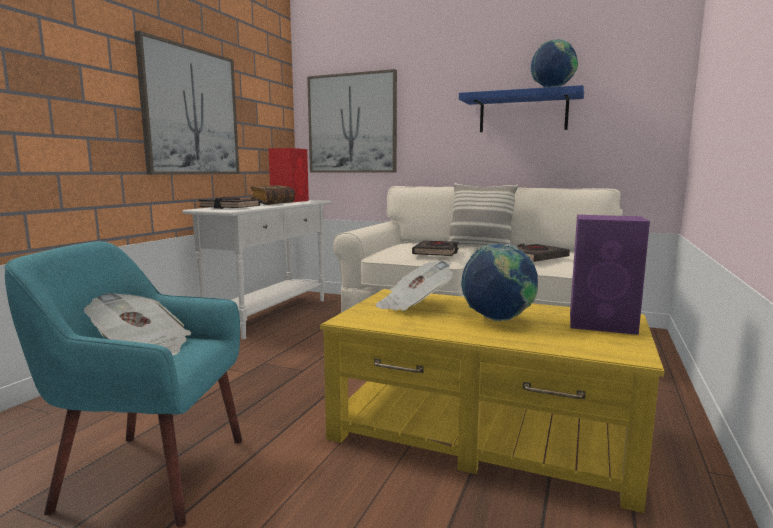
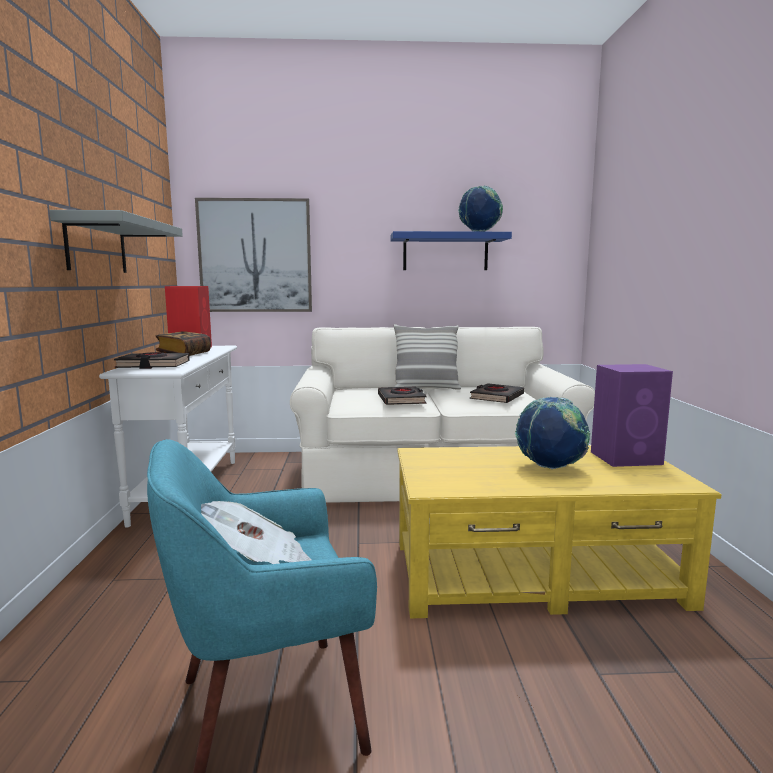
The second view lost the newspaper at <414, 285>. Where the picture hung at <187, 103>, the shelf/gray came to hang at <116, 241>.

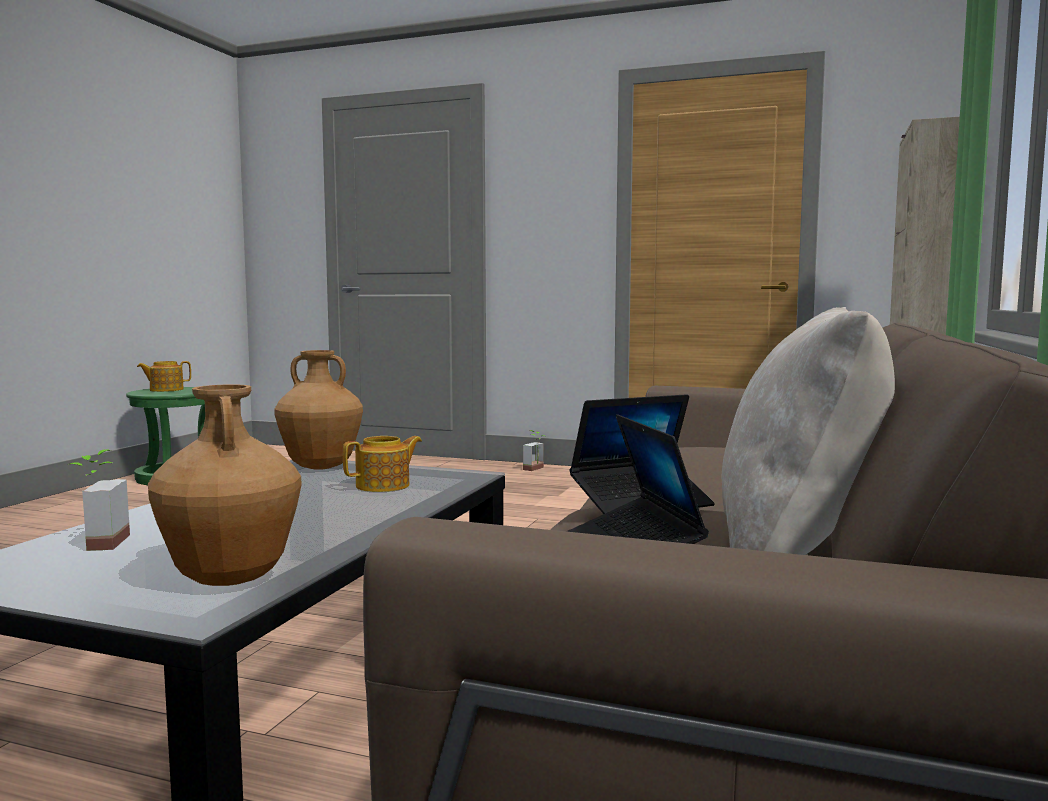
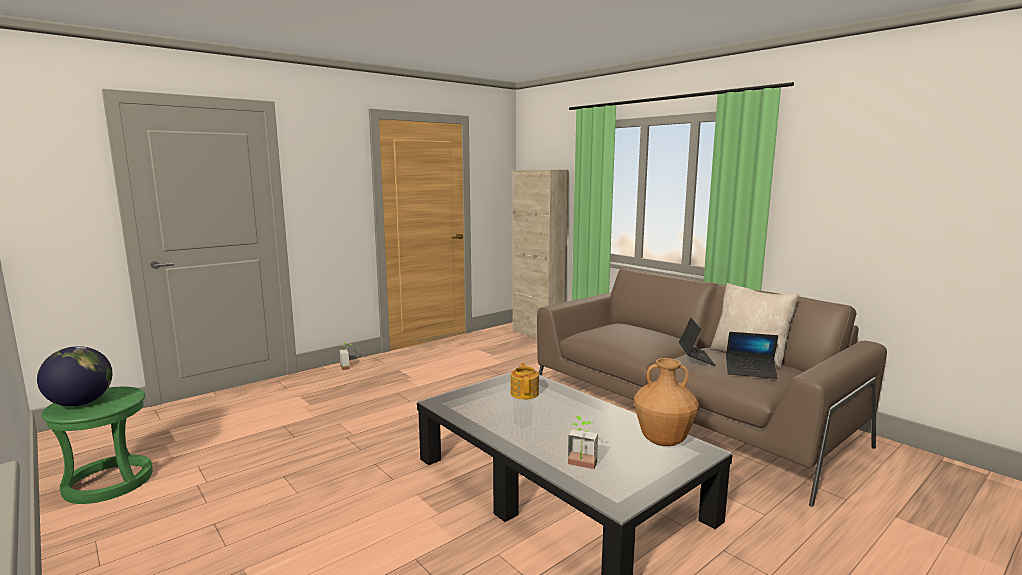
The second view lost the decorative vase/brownish at <318, 410>. Where the pot for tea stood at <164, 376>, the world globe came to stand at <74, 376>.

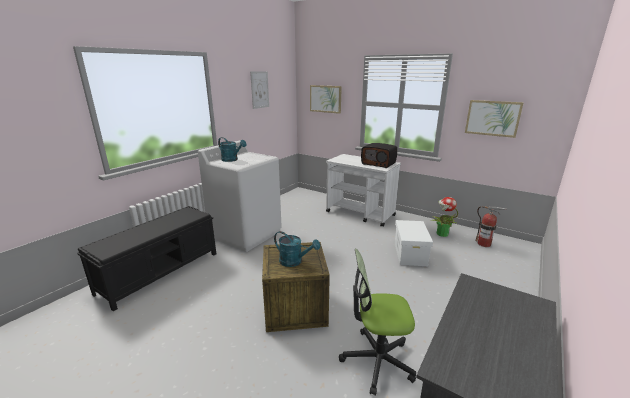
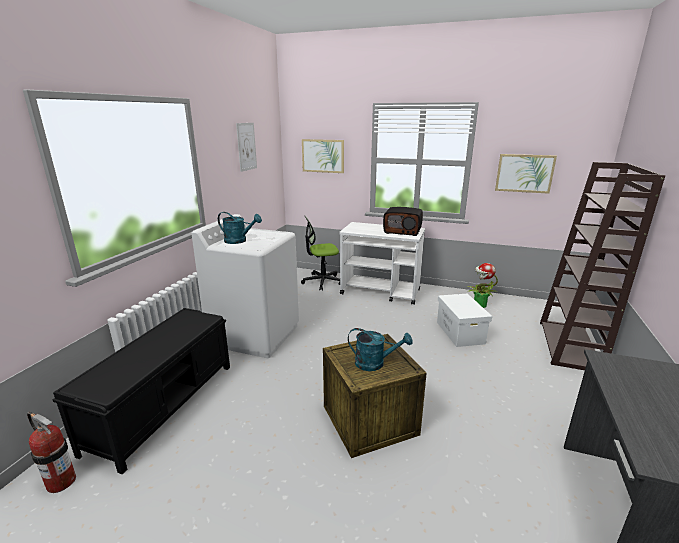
The second view gained the shelving unit/brownish at <602, 266>. The desk chair ended up elsewhere, having gone from <377, 322> to <320, 253>. The fire-fighting cylinder ended up elsewhere, having gone from <491, 226> to <51, 452>.

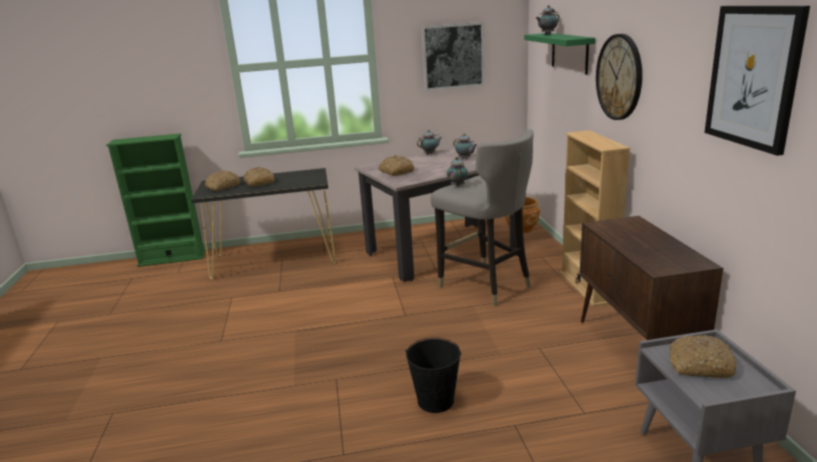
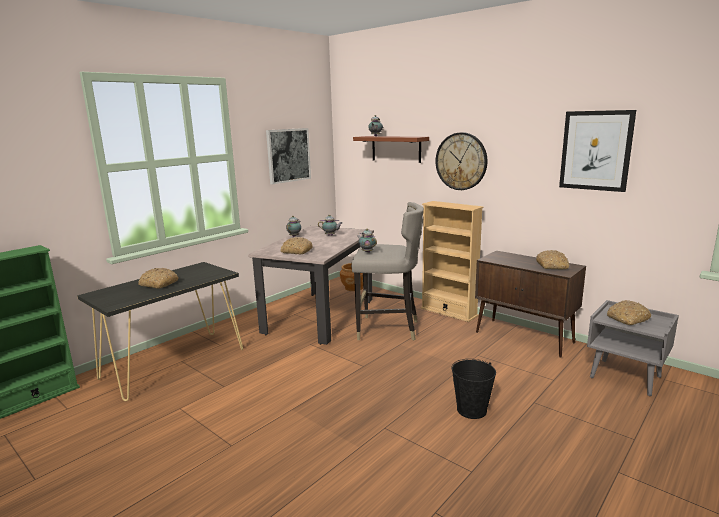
The baked bread ended up elsewhere, having gone from <222, 181> to <552, 259>. What was the shelf/greenish at <559, 54> turned into the shelf/brownish at <391, 149>.

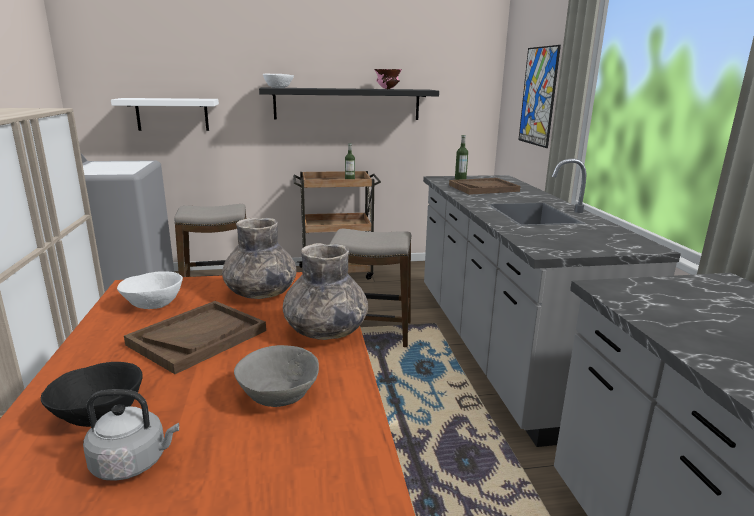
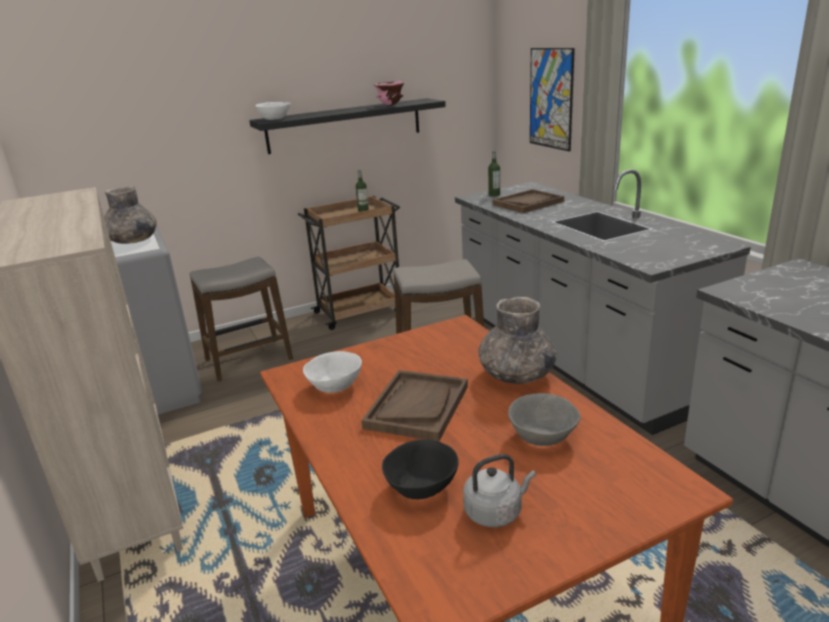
The second view lost the shelf/white-coloured at <165, 114>. The decorative vase/gray ended up elsewhere, having gone from <259, 258> to <130, 215>.

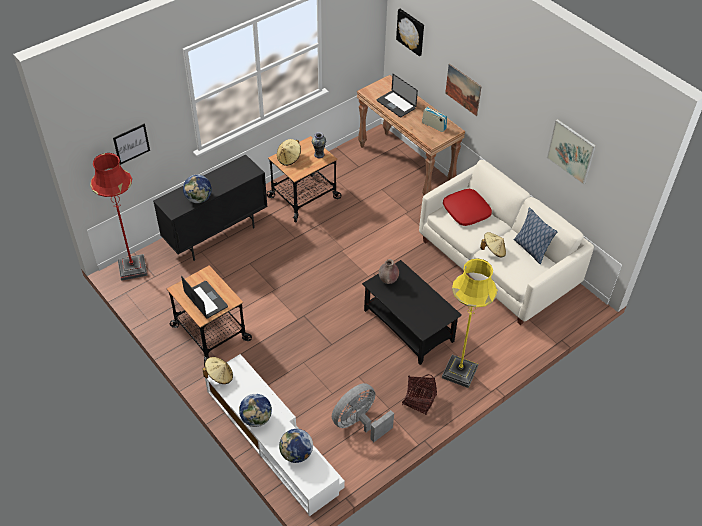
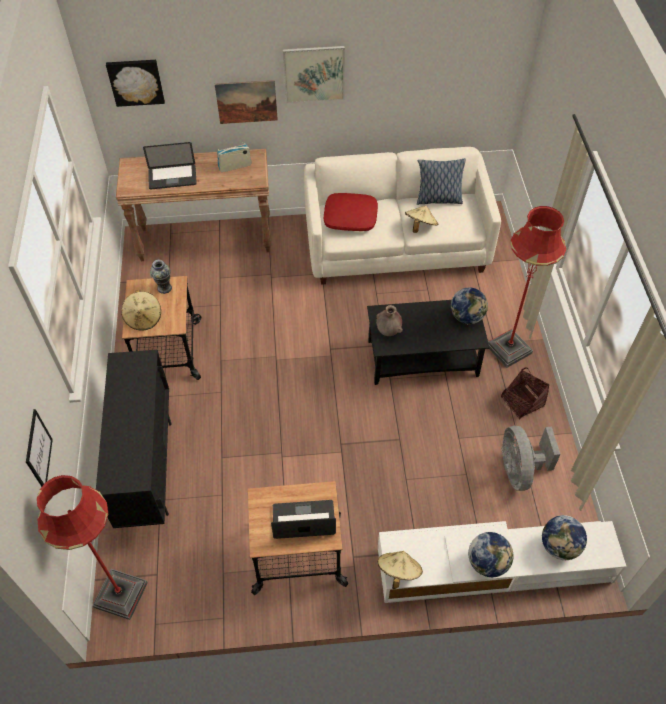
The world globe ended up elsewhere, having gone from <197, 189> to <469, 306>. The picture ended up elsewhere, having gone from <571, 152> to <314, 74>. What was the floor lamp/yellowish at <470, 323> turned into the floor lamp/red at <527, 287>.

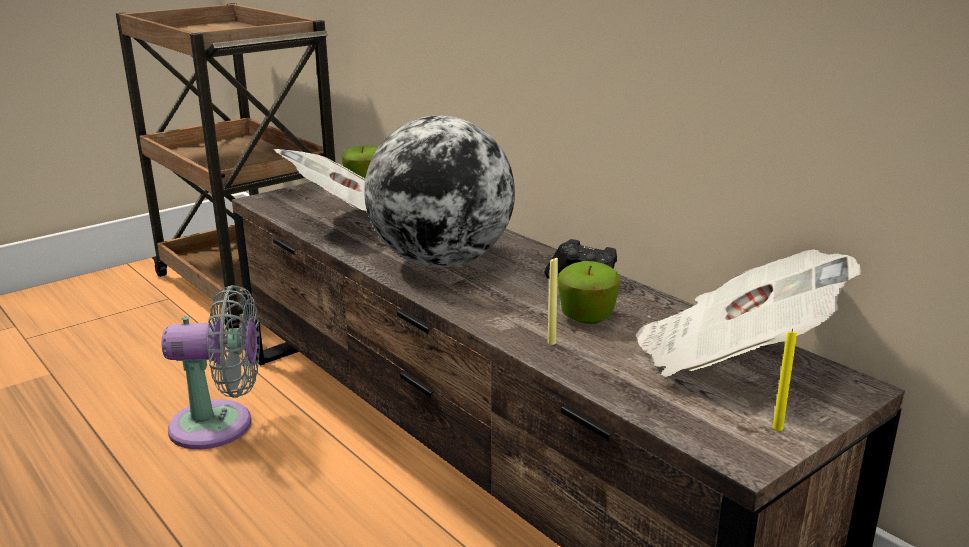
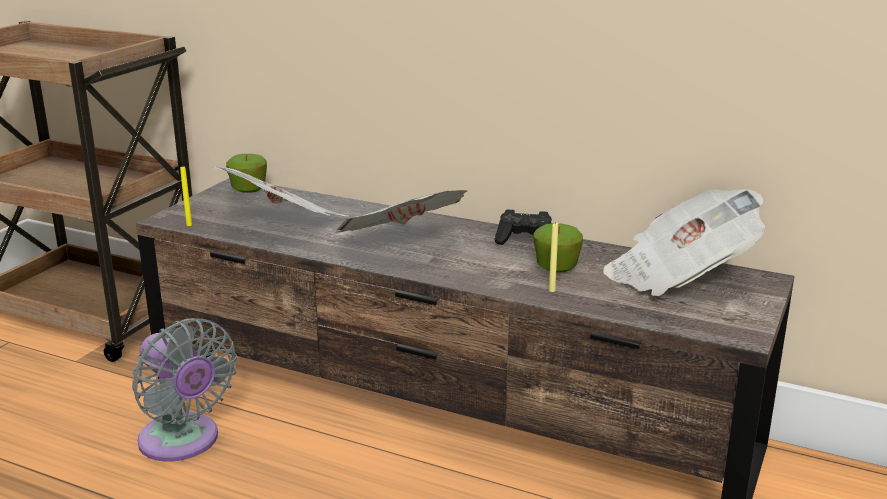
The wax light/yellowish ended up elsewhere, having gone from <785, 380> to <186, 195>. Where the world globe stood at <439, 192>, the newspaper came to stand at <401, 211>. The fan/gray at <211, 367> ended up facing another way, 75 degrees clockwise from before.

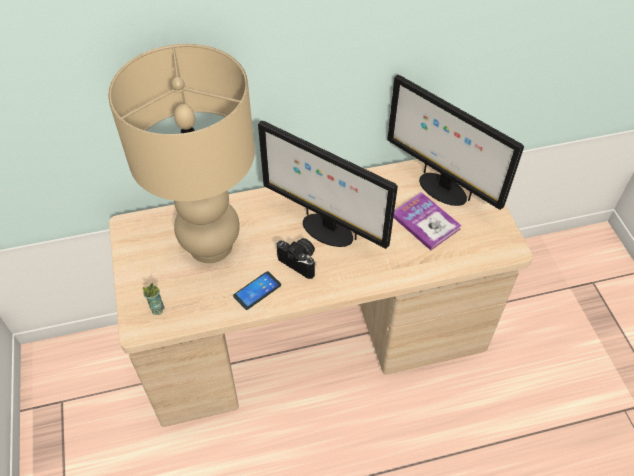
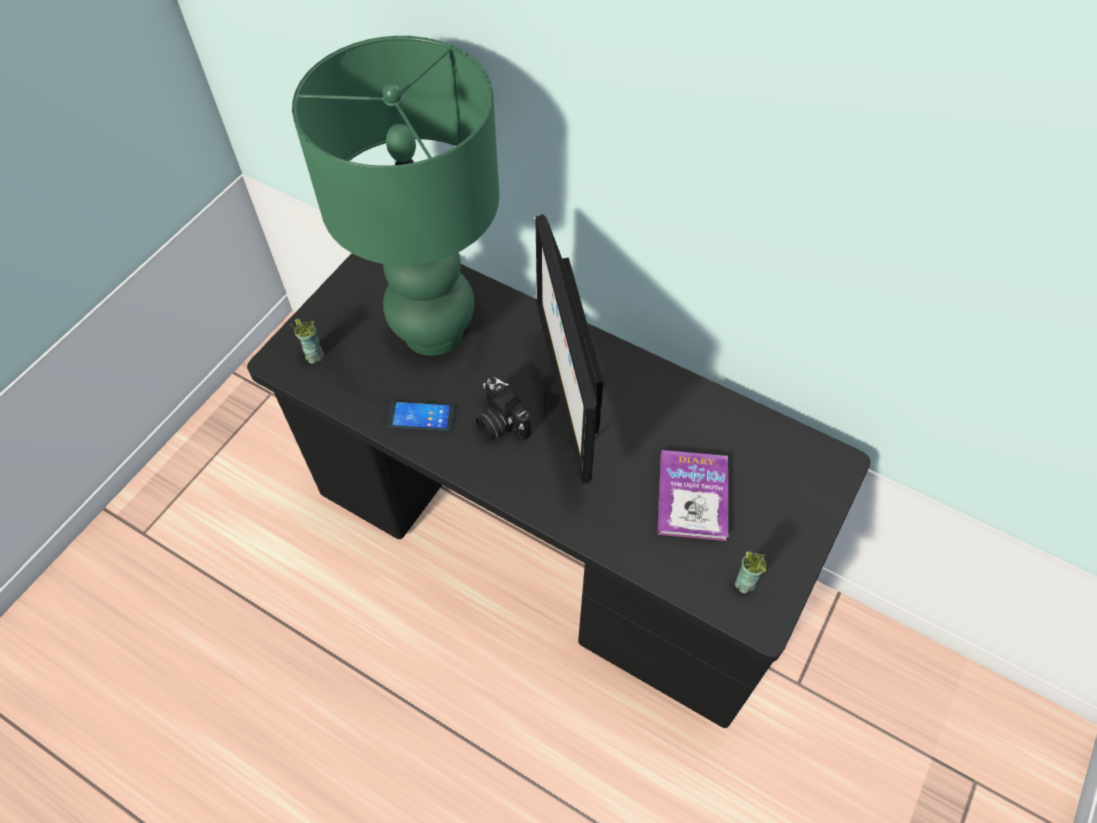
The second view lost the monitor at <455, 142>. The second view gained the cup at <750, 572>. What was the lamp for a table/sand-coloured at <181, 153> turned into the lamp for a table/greenish at <395, 196>. What was the desk table/sand-coloured at <321, 293> turned into the desk table/black at <558, 490>. The photo camera at <296, 258> ended up facing another way, 150 degrees clockwise from before.

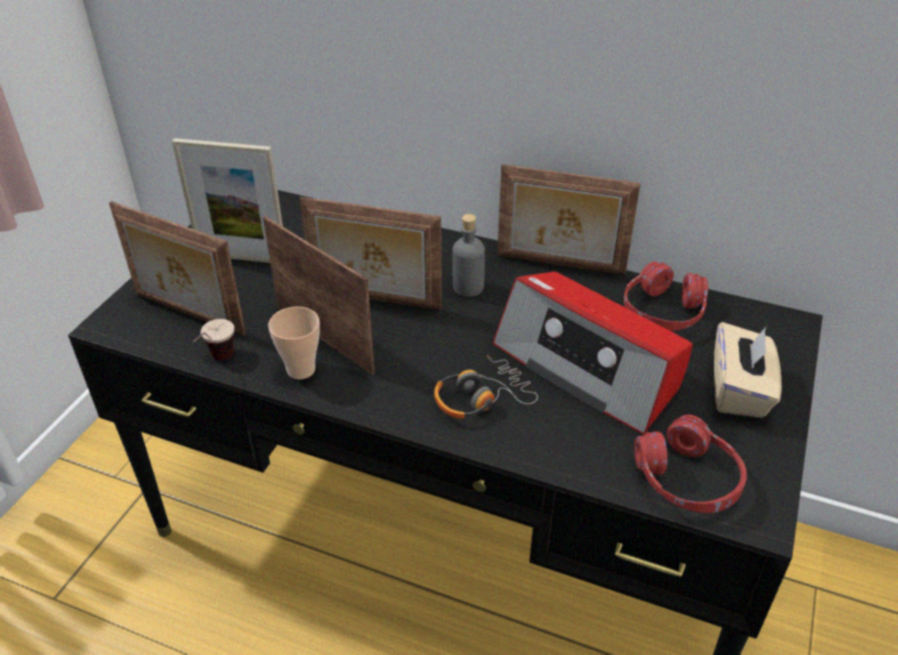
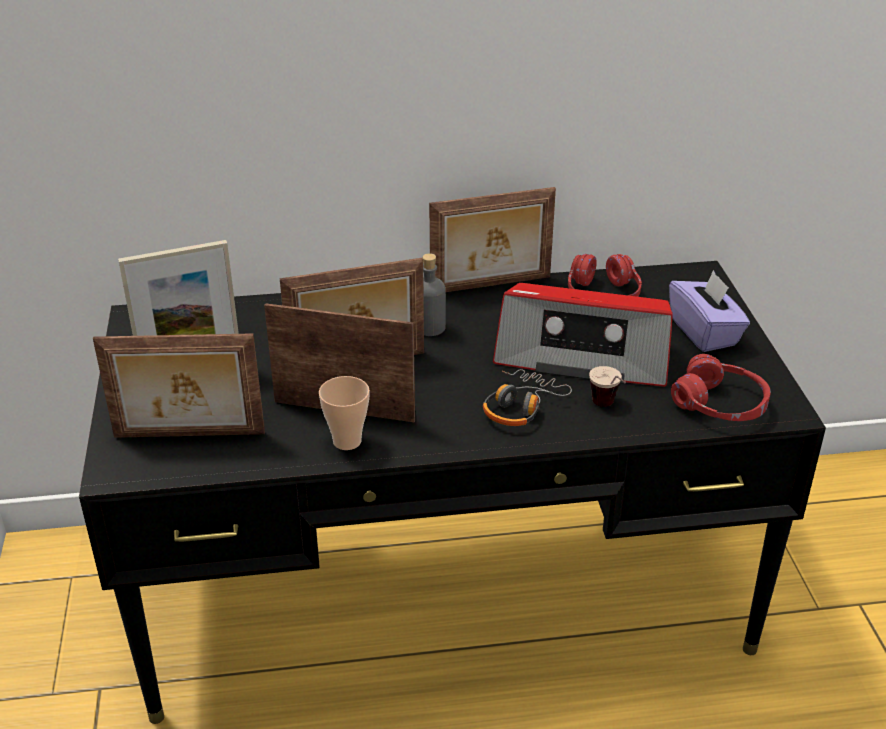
The cup ended up elsewhere, having gone from <213, 339> to <607, 386>. What was the tissue holder/sand-coloured at <748, 370> turned into the tissue holder/purple at <709, 311>.

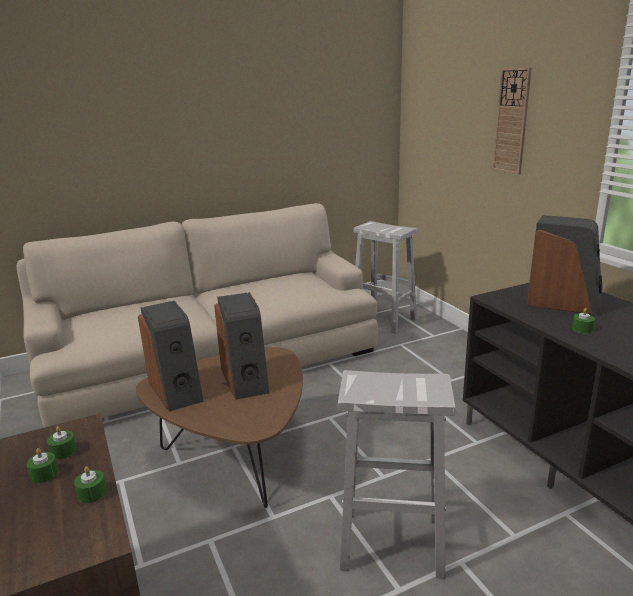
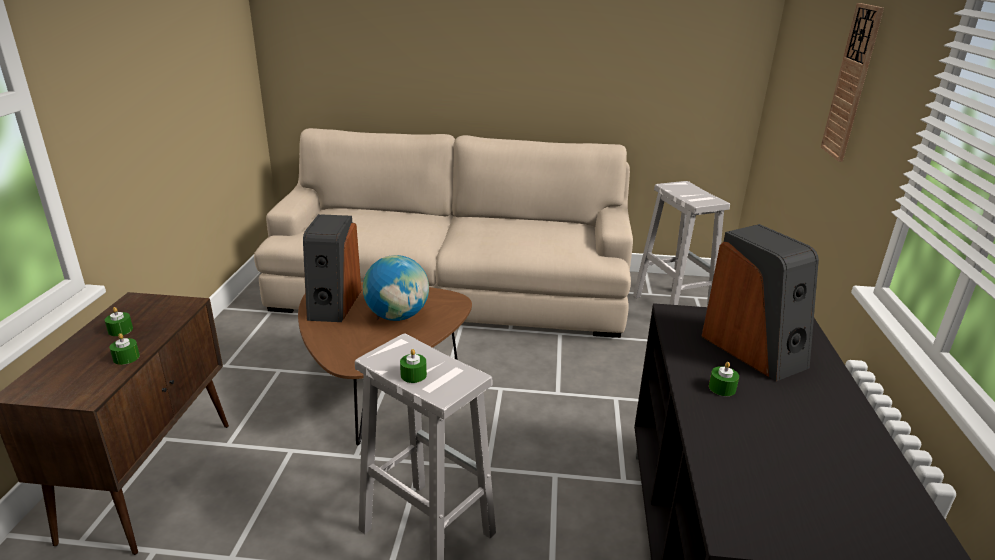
The wax light/greenish ended up elsewhere, having gone from <62, 442> to <413, 366>. Where the speaker stood at <241, 346>, the world globe came to stand at <396, 288>.

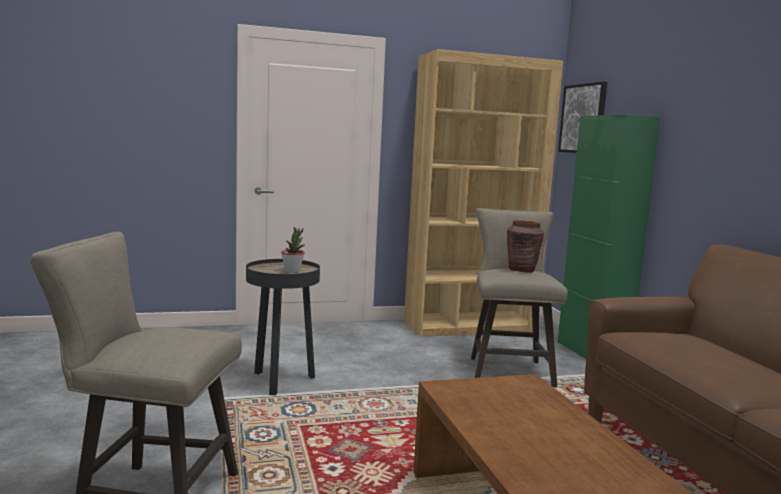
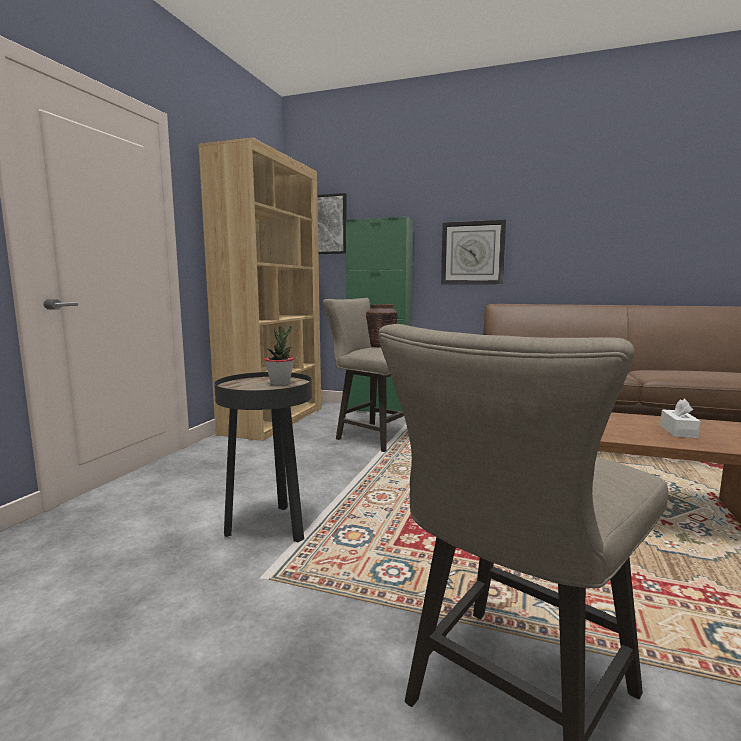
The second view gained the clock on the wall at <473, 252>. The second view gained the tissue holder/white-coloured at <680, 418>.

